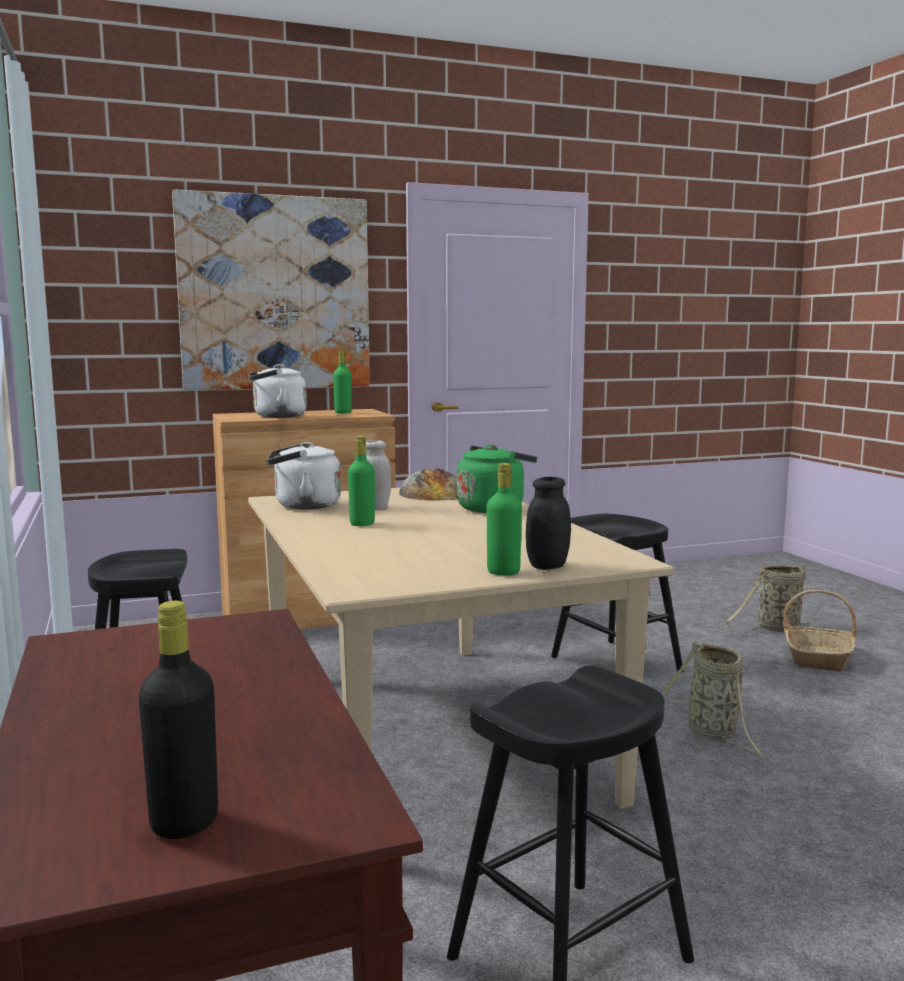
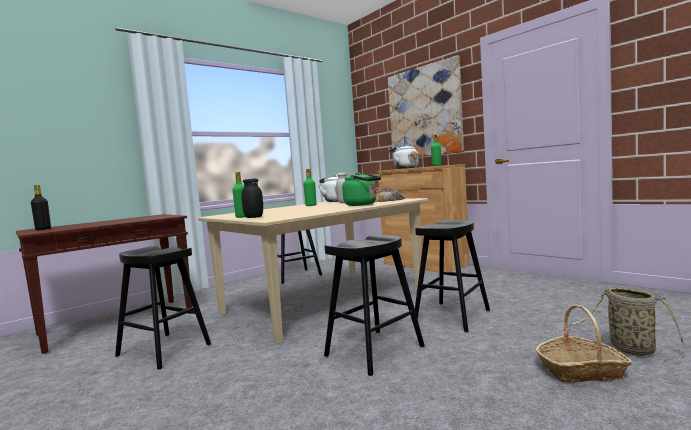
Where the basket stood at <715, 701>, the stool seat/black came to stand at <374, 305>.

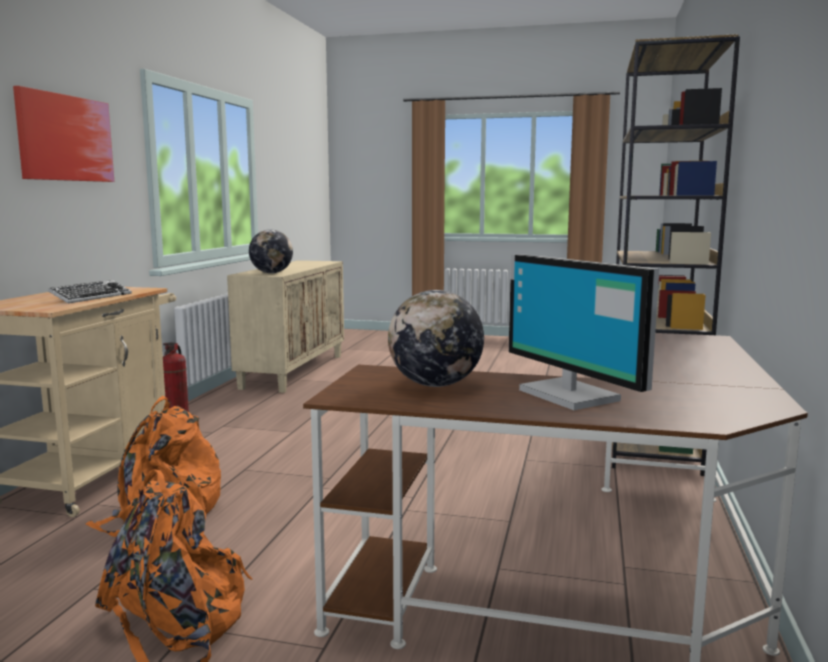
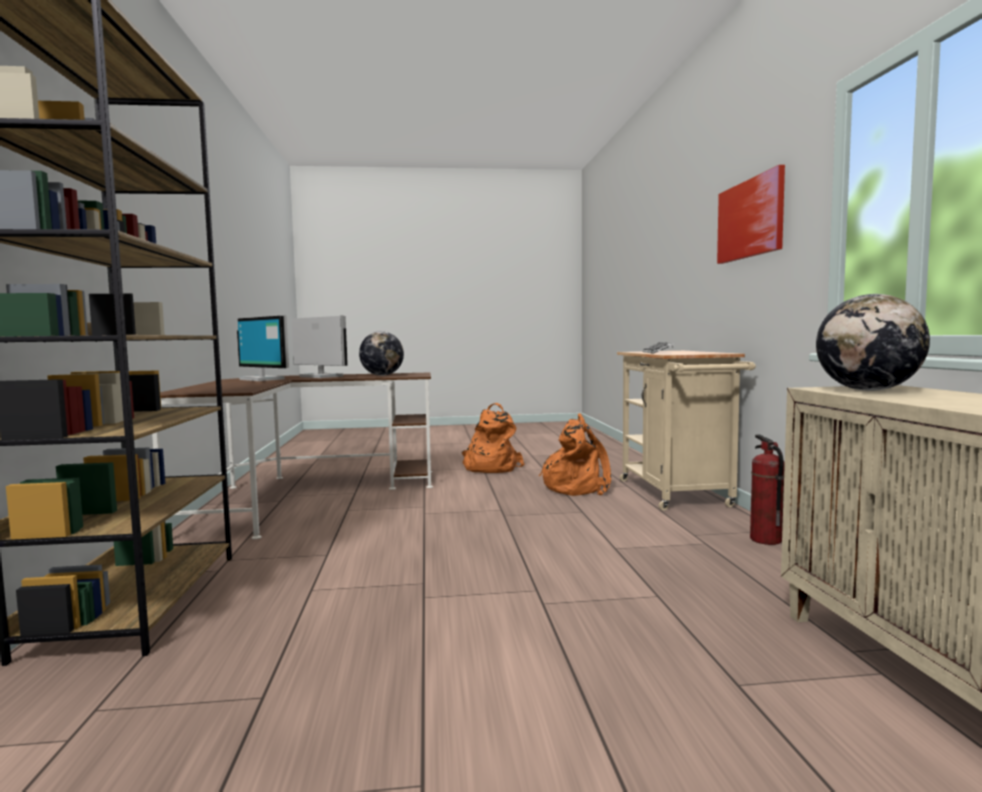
The second view gained the monitor at <262, 348>.

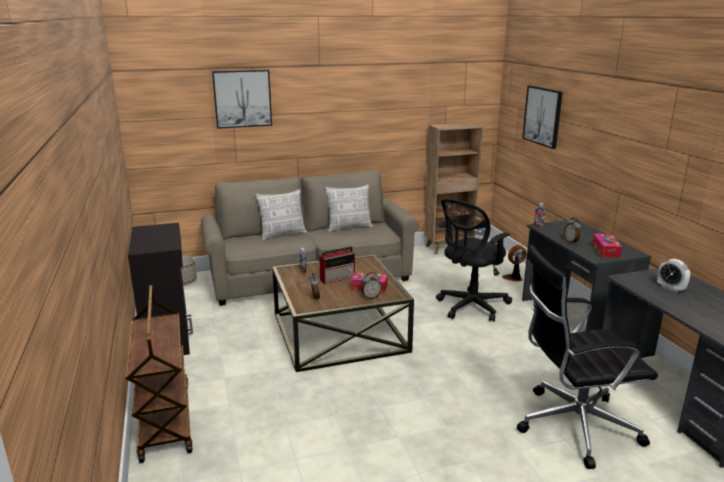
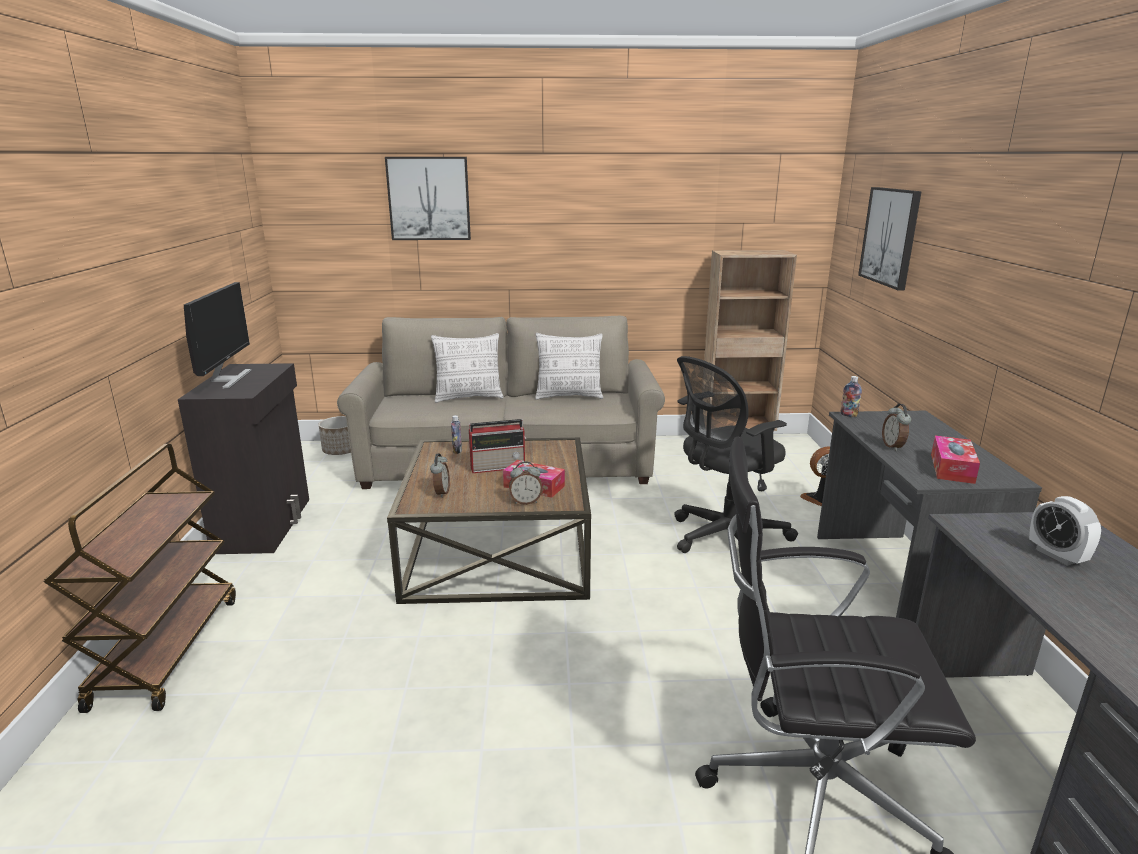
The second view gained the monitor at <218, 335>.

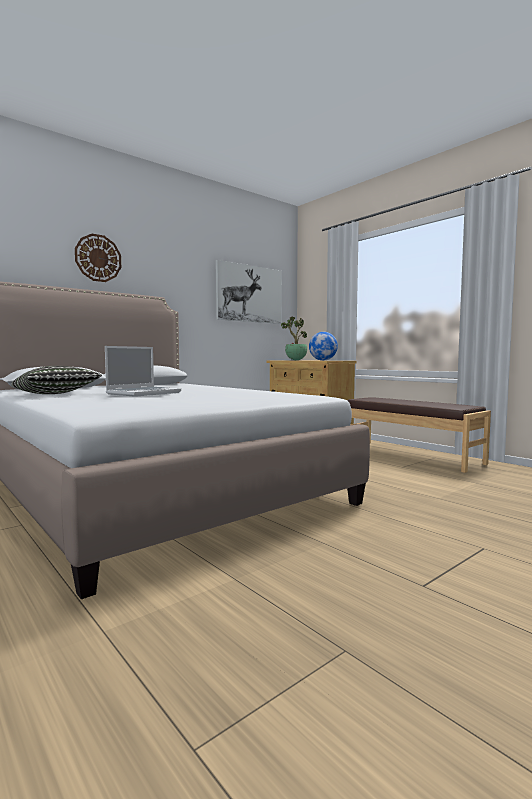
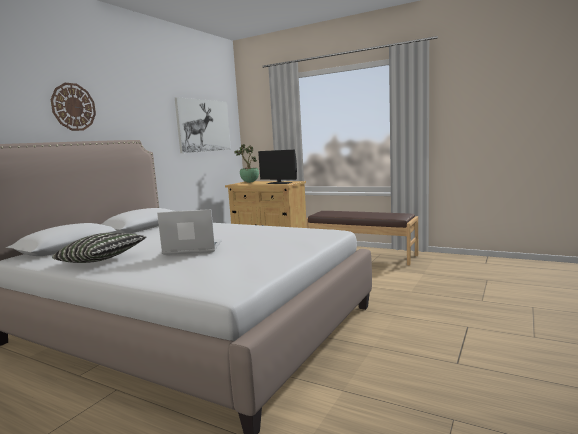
Where the world globe stood at <323, 346>, the monitor came to stand at <277, 167>. The laptop at <143, 371> ended up facing another way, 105 degrees counterclockwise from before.

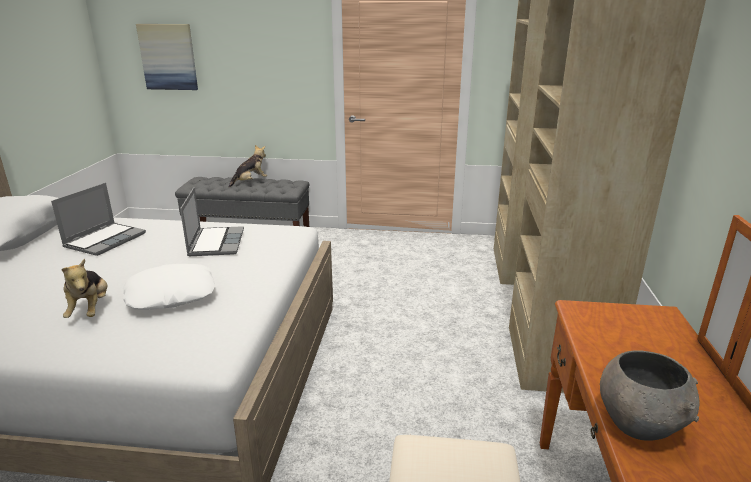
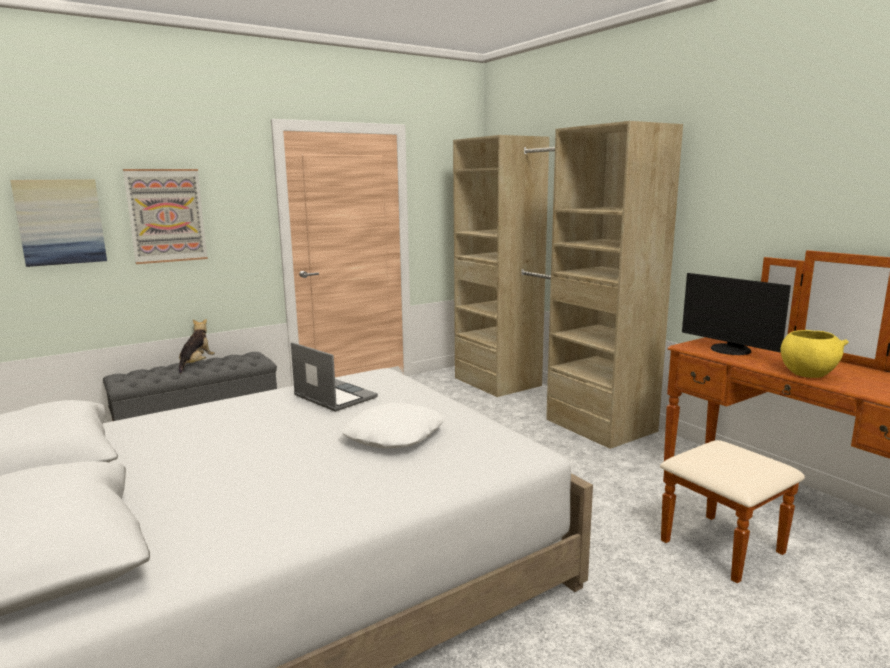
The second view lost the laptop at <98, 219>. The second view lost the cuddly toy at <84, 288>. The second view gained the picture at <165, 216>. The second view gained the monitor at <736, 314>. What was the deep dish/gray at <650, 396> turned into the deep dish/yellowish at <815, 354>.

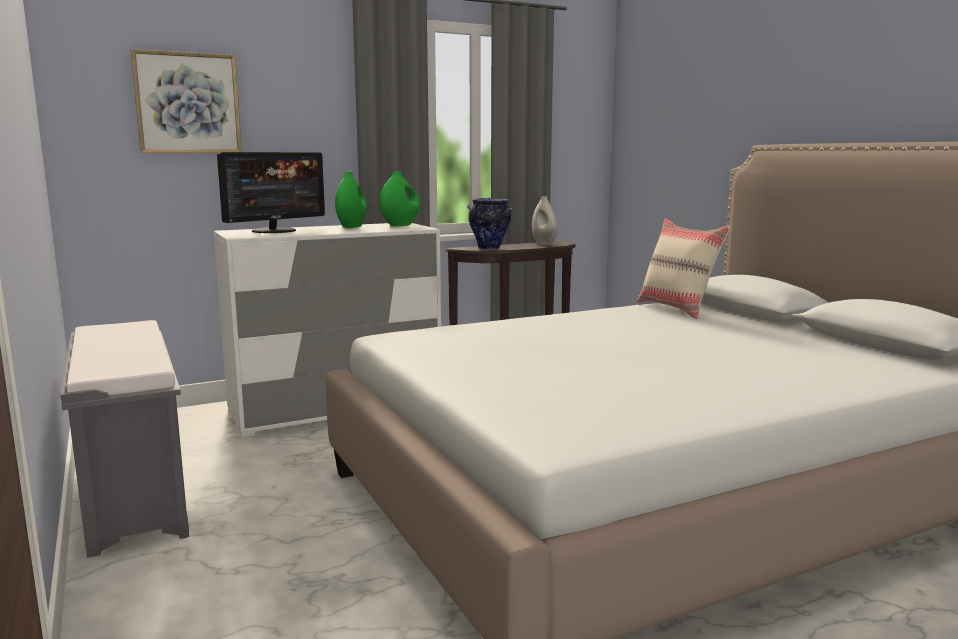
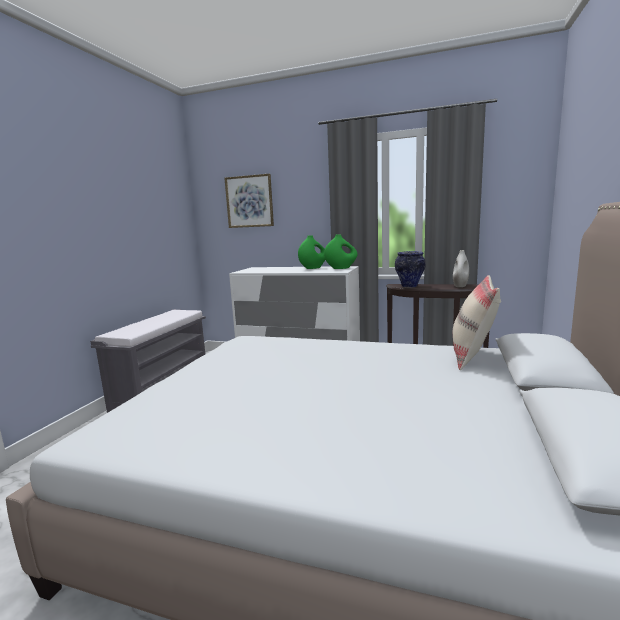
The second view lost the monitor at <271, 192>.

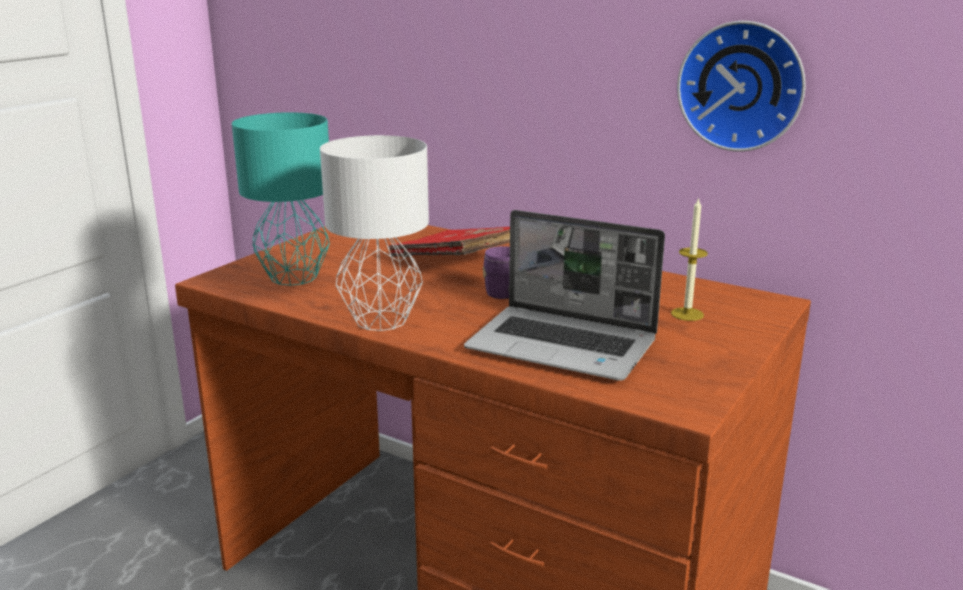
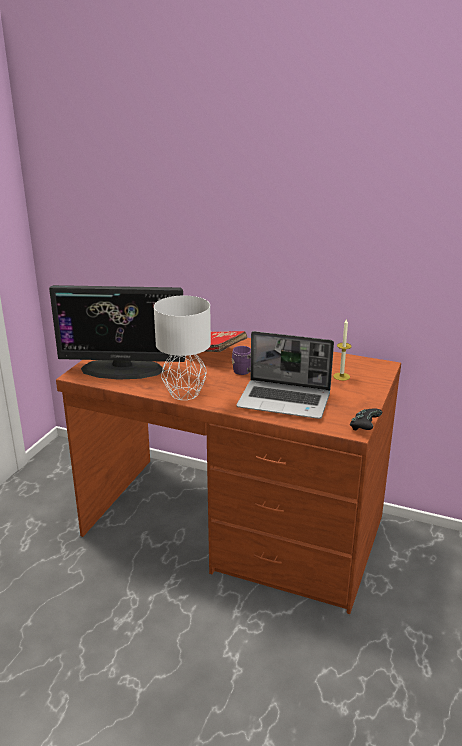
The second view lost the clock on the wall at <741, 86>. The second view gained the gamepad/black at <366, 419>. Where the lamp for a table/blue-green stood at <281, 199>, the monitor came to stand at <117, 332>.

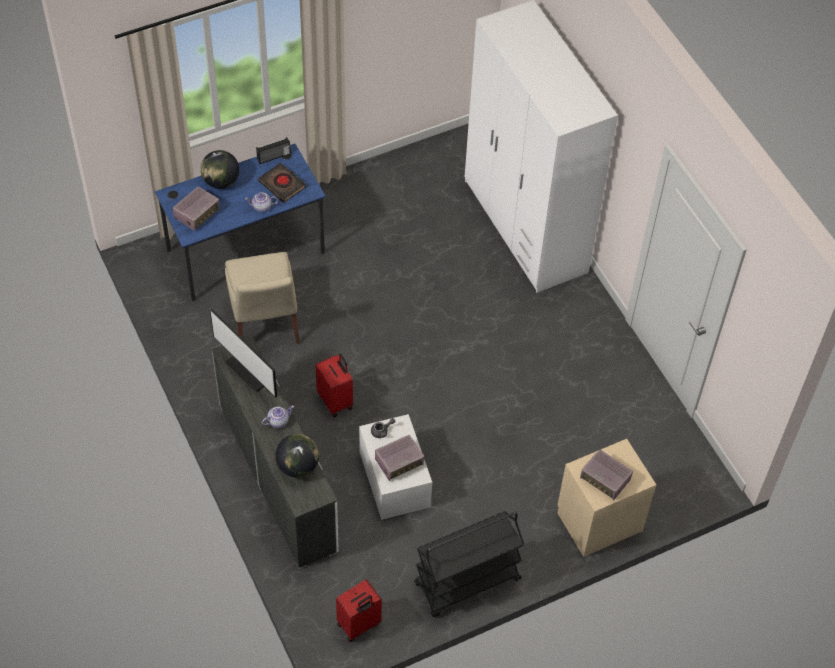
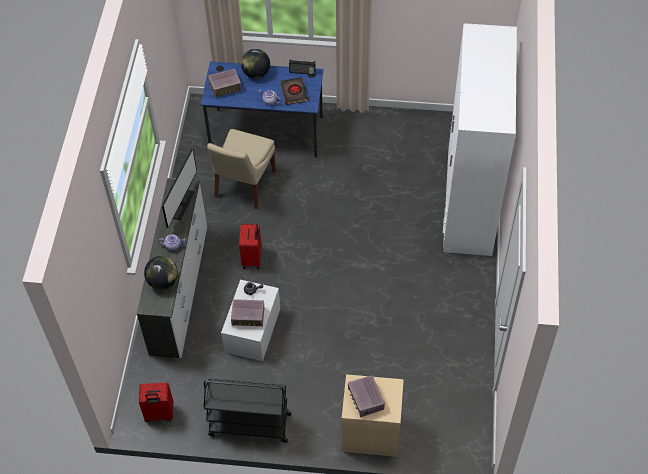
The monitor at <243, 353> ended up facing another way, 150 degrees counterclockwise from before.

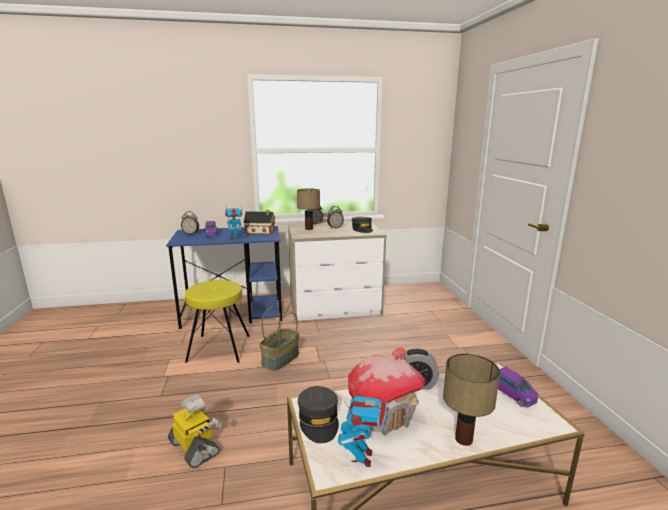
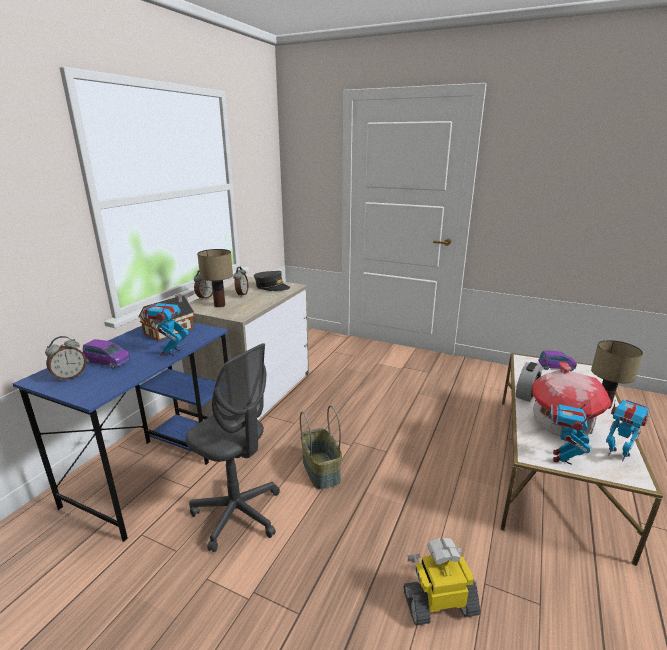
Where the stool seat/yellowish stood at <217, 321>, the desk chair/gray came to stand at <233, 447>. Where the cap/gray stood at <318, 414>, the robot figure came to stand at <571, 432>.

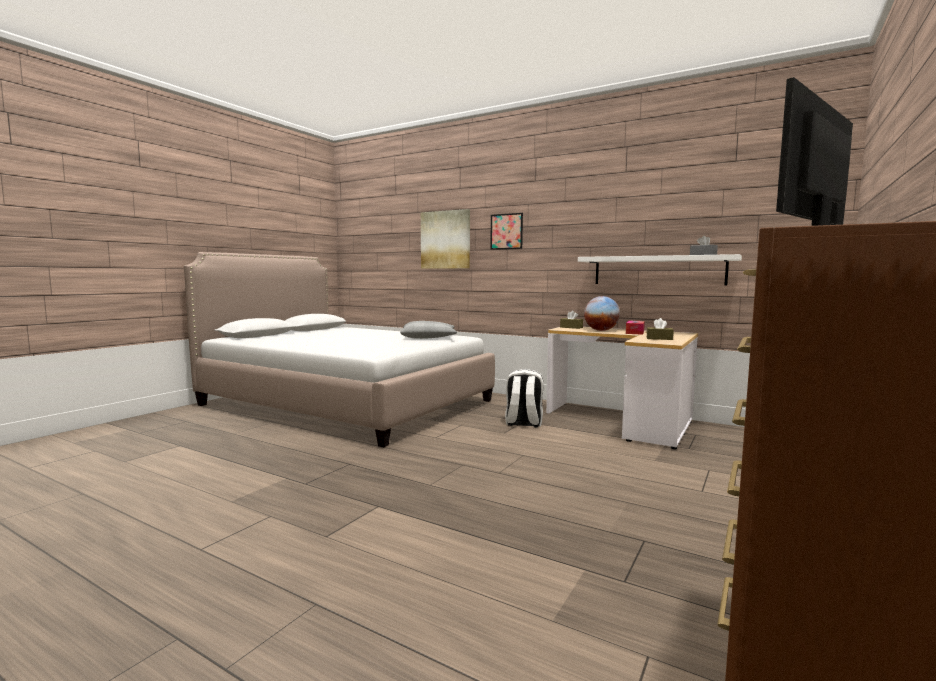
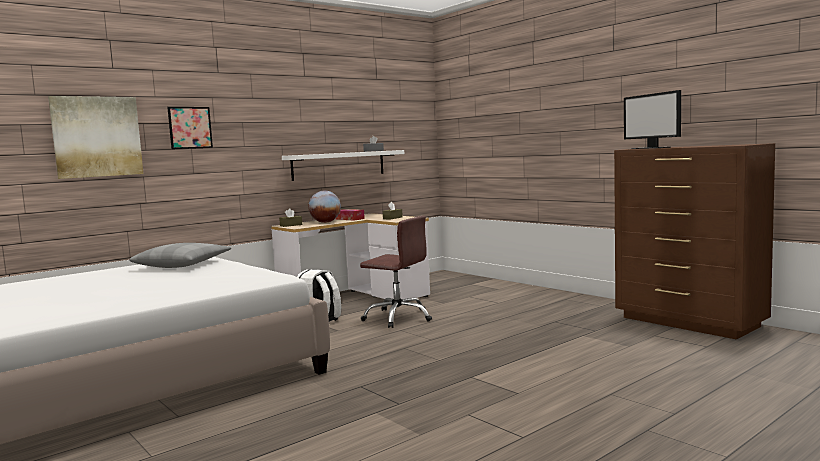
The second view gained the desk chair/brownish at <396, 272>.

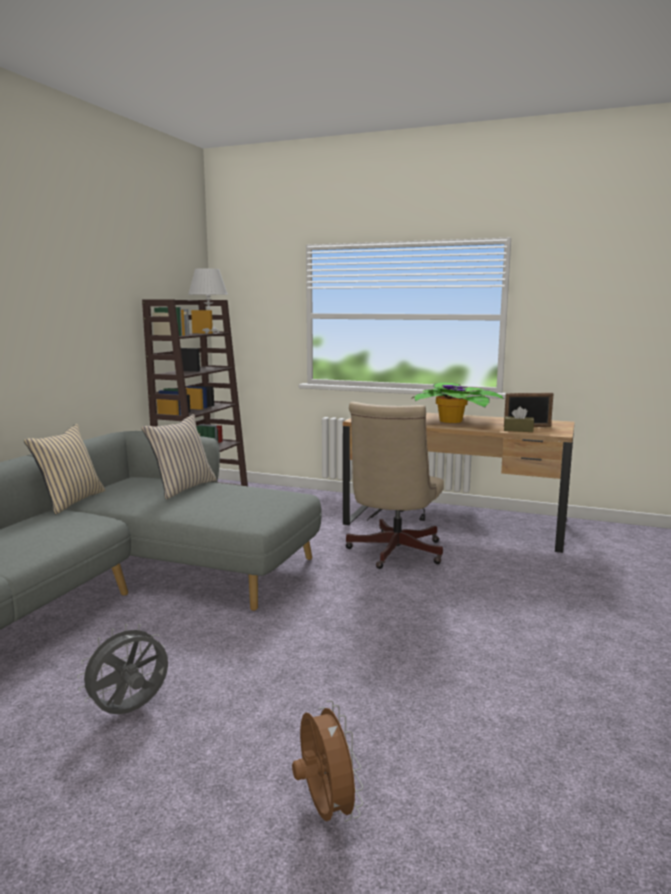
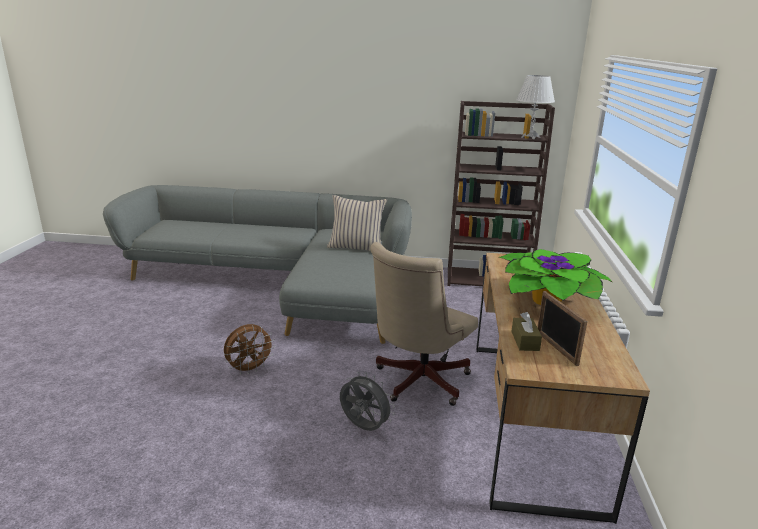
The second view lost the pillow/sand-coloured at <65, 469>. The fan/gray ended up elsewhere, having gone from <122, 669> to <367, 401>. The fan/brownish ended up elsewhere, having gone from <328, 761> to <249, 349>. The desk chair/sand-coloured at <394, 485> ended up facing another way, 60 degrees counterclockwise from before.

